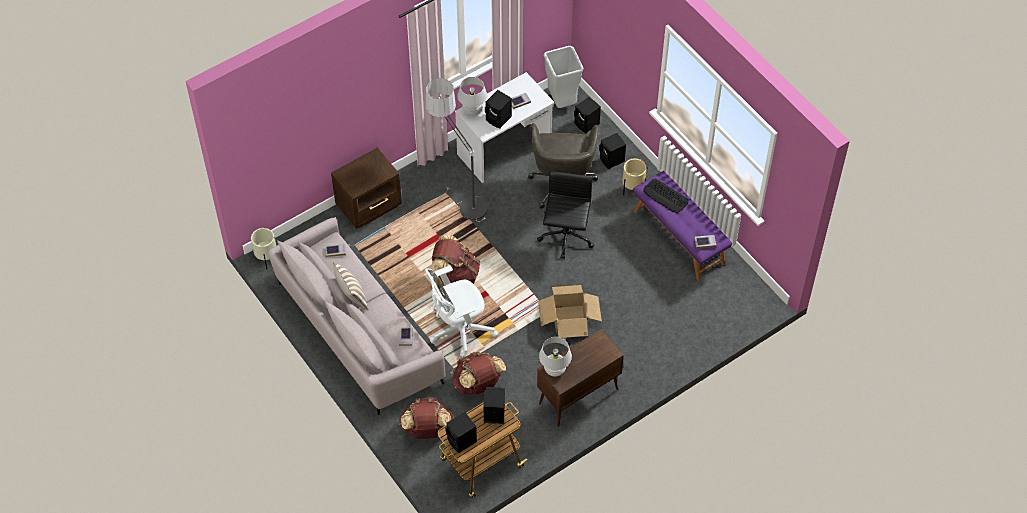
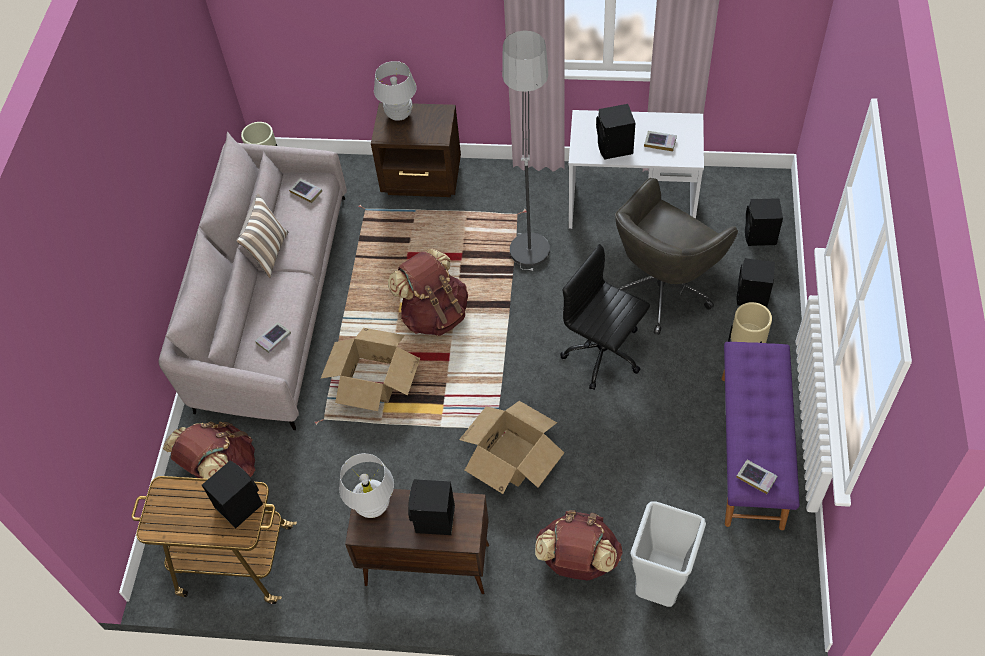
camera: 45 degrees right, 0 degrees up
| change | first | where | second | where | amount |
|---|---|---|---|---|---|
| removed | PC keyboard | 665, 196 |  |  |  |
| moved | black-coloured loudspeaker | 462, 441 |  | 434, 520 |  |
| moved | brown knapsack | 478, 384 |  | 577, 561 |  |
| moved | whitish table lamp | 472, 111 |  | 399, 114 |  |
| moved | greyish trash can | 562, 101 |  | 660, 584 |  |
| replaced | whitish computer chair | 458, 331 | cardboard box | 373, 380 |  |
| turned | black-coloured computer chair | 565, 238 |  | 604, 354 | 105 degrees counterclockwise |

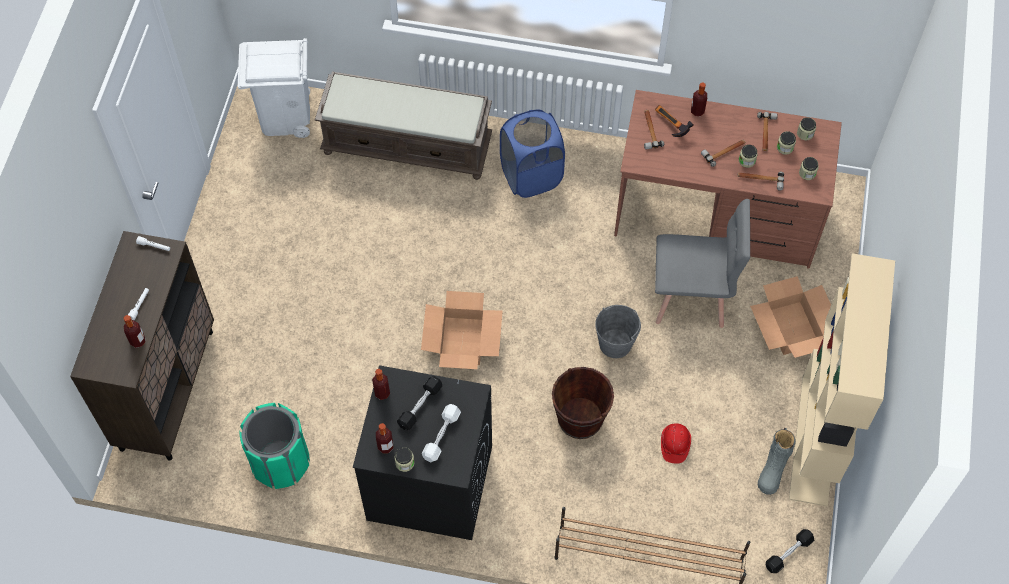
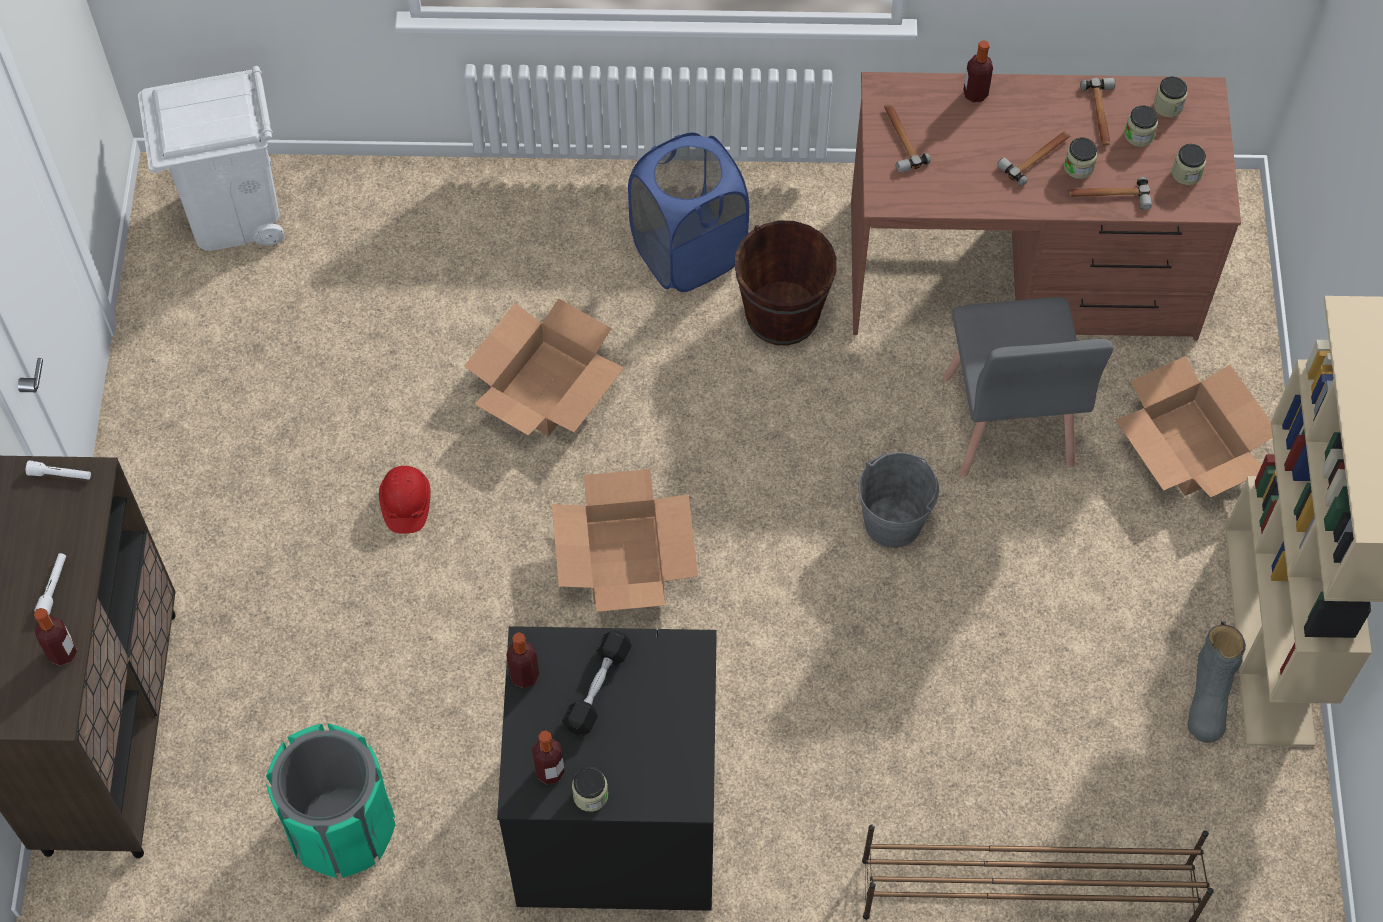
camera: 10 degrees left, 0 degrees up
| change | first | where | second | where | amount |
|---|---|---|---|---|---|
| removed | brown indoor bench | 408, 145 |  |  |  |
| removed | whitish dumbbell | 441, 436 |  |  |  |
| removed | tool hammer | 669, 126 |  |  |  |
| removed | black-coloured dumbbell | 788, 553 |  |  |  |
| added |  |  | cardboard box | 546, 388 |  |
| moved | brown bucket | 580, 419 |  | 782, 315 |  |
| moved | red hard hat | 674, 445 |  | 406, 504 |  |
| turned | greyish chair | 691, 297 |  | 1007, 421 | 90 degrees clockwise |

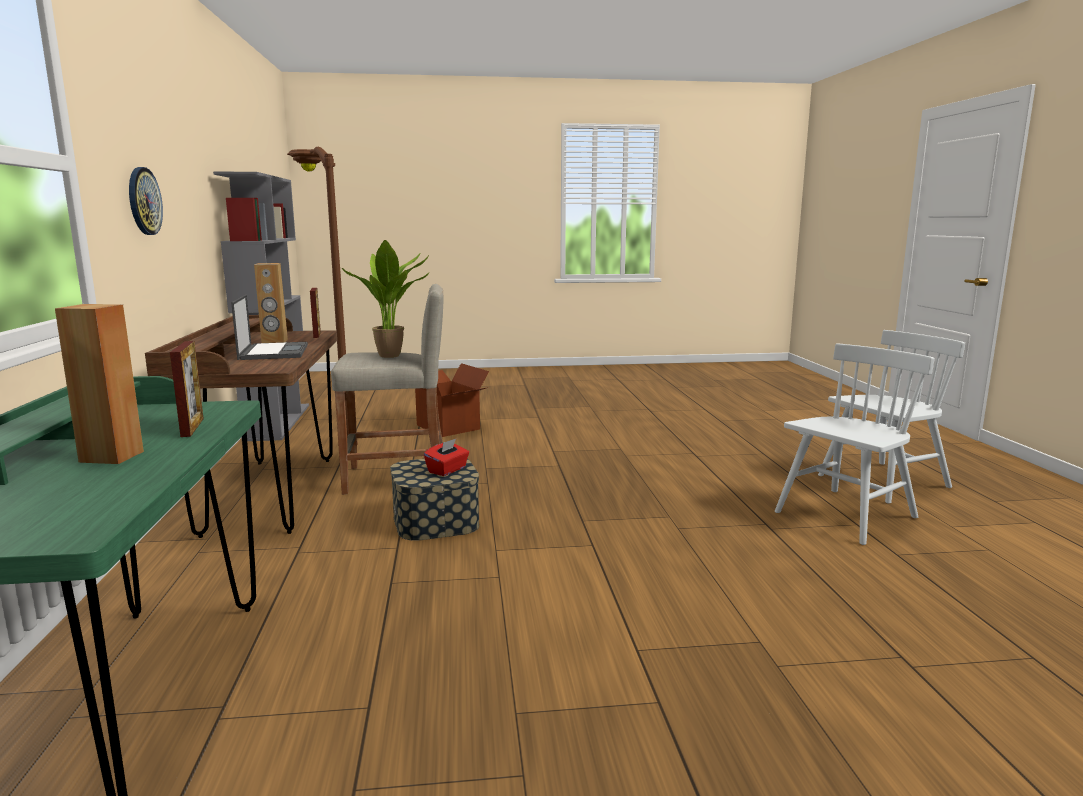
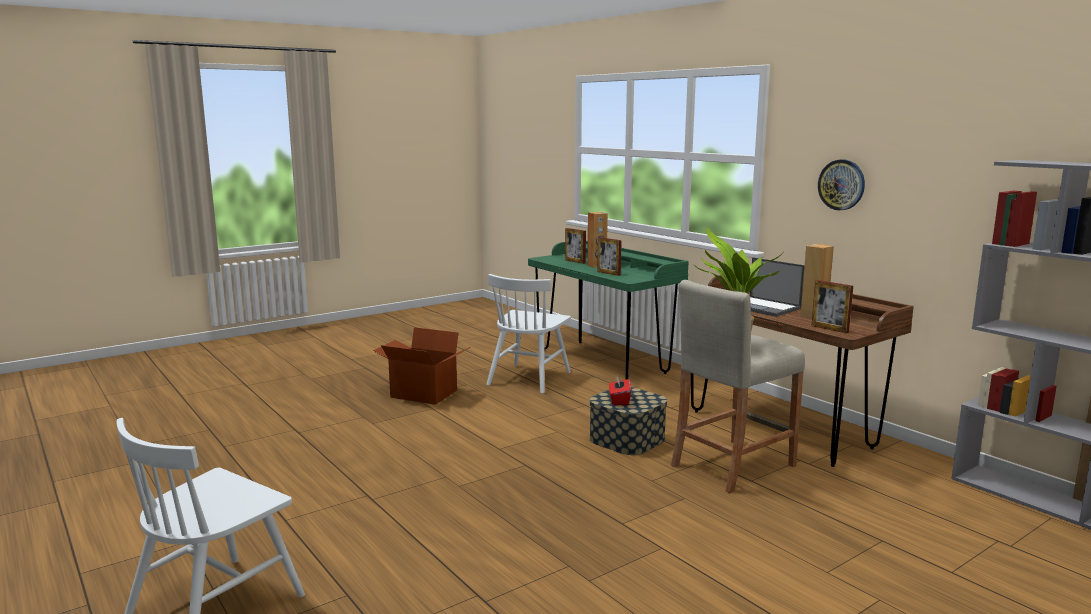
camera: 150 degrees right, 0 degrees up
| change | first | where | second | where | amount |
|---|---|---|---|---|---|
| removed | brown floor lamp | 333, 430 |  |  |  |
| added |  |  | picture frame | 575, 261 |  |
| moved | cardboard box | 449, 427 |  | 423, 394 |  |
| moved | whitish chair | 846, 515 |  | 529, 378 |  |

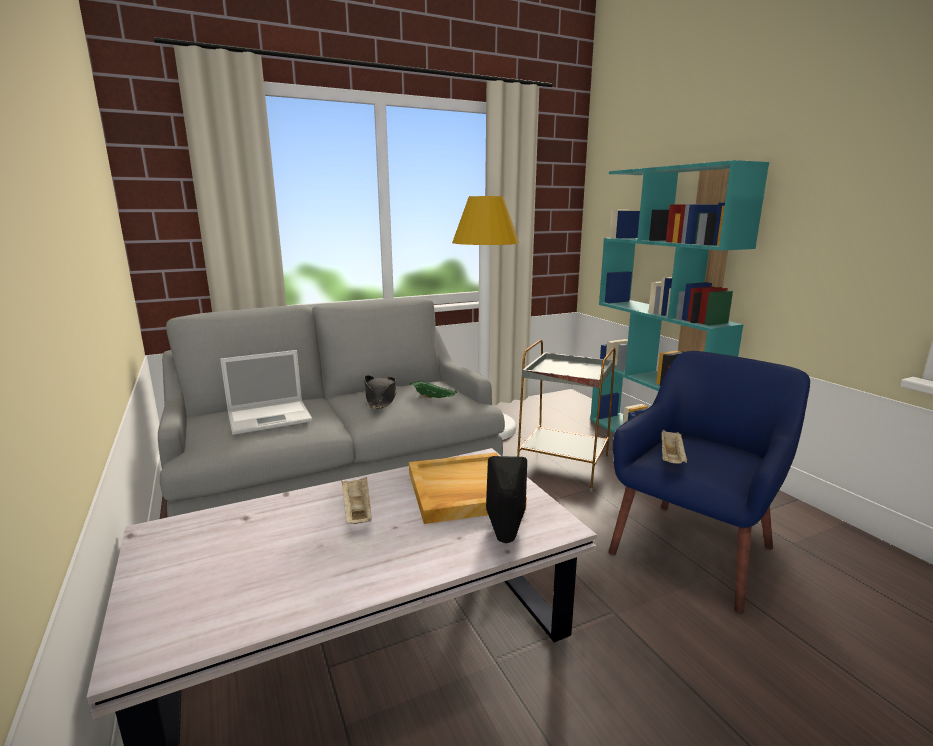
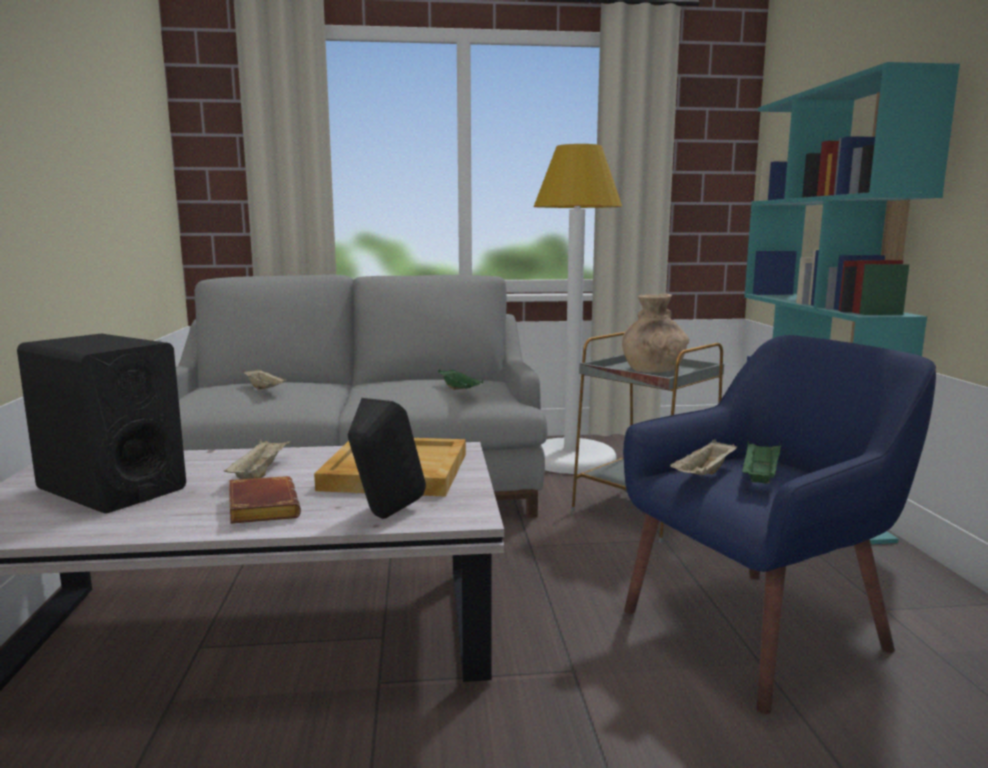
camera: 20 degrees right, 5 degrees down
| change | first | where | second | where | amount |
|---|---|---|---|---|---|
| removed | black-coloured hat | 380, 399 |  |  |  |
| added |  |  | black-coloured loudspeaker | 111, 489 |  |
| added |  |  | brown bound book | 260, 507 |  |
| added |  |  | brown vase | 652, 370 |  |
| added |  |  | green-coloured carrying tray | 759, 476 |  |
| replaced | laptop | 271, 417 | beige carrying tray | 265, 389 |  |

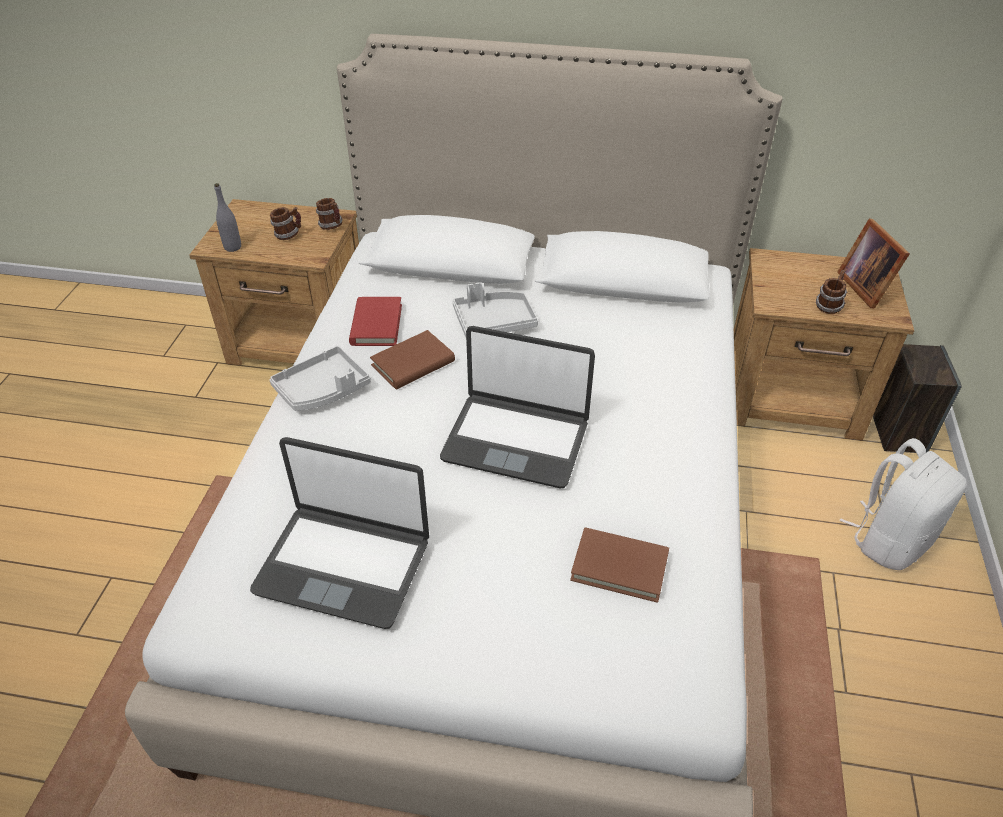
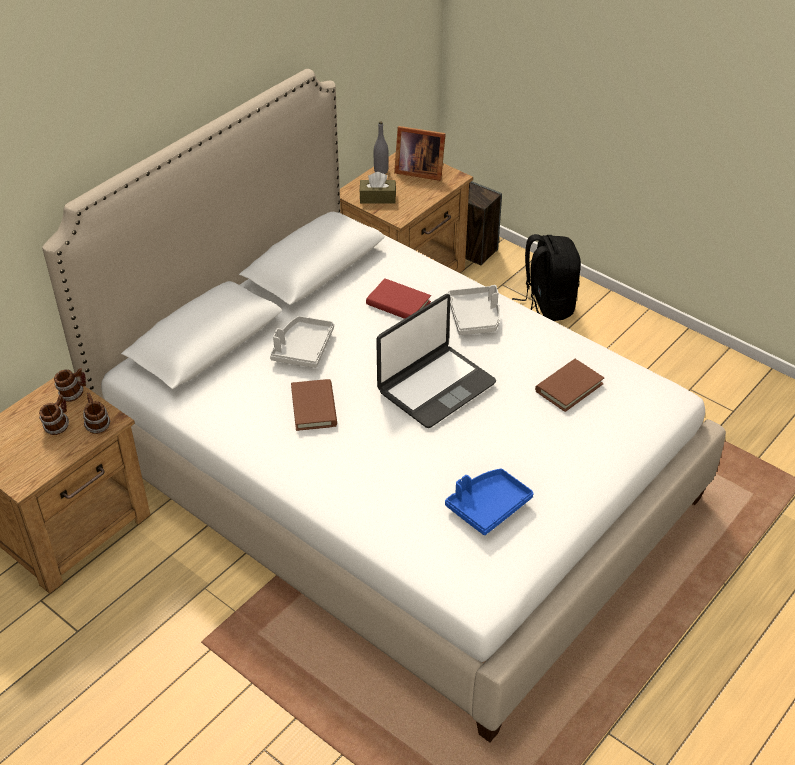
camera: 60 degrees left, 0 degrees up
| change | first | where | second | where | amount |
|---|---|---|---|---|---|
| added |  |  | brown tissue holder | 377, 198 |  |
| moved | greyish beverage bottle | 233, 247 |  | 381, 171 |  |
| moved | greyish carrying tray | 323, 389 |  | 475, 317 |  |
| moved | red bound book | 376, 325 |  | 398, 303 |  |
| moved | tea mug | 828, 306 |  | 97, 425 |  |
| replaced | laptop | 344, 565 | blue-coloured carrying tray | 488, 506 |  |
| recoloured | whitish knapsack | 889, 540 | black-coloured knapsack | 546, 305 |  |

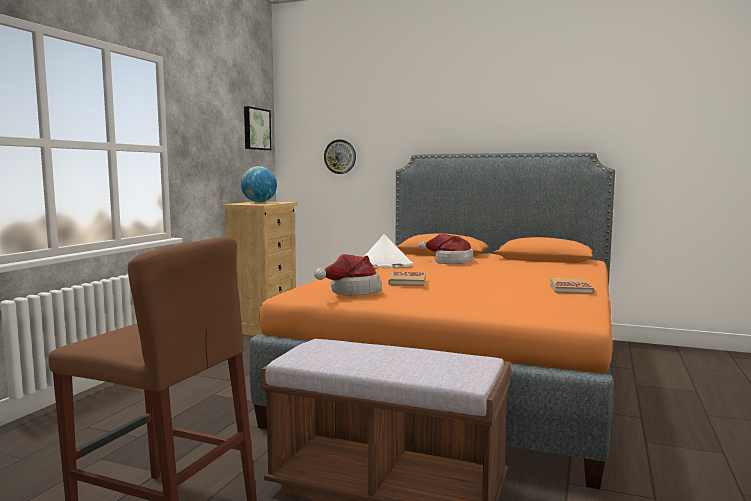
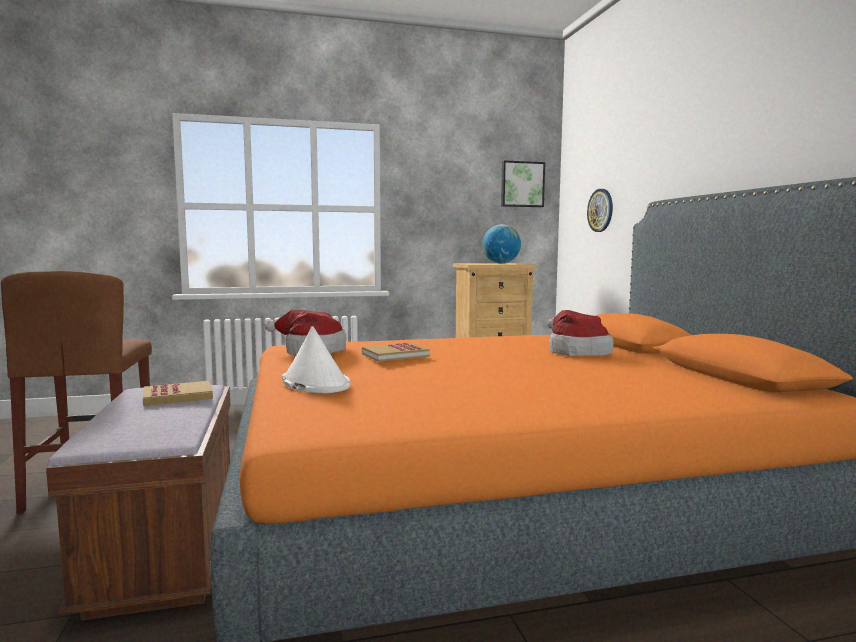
camera: 55 degrees right, 0 degrees up
| change | first | where | second | where | amount |
|---|---|---|---|---|---|
| moved | whitish hat | 384, 265 |  | 314, 383 |  |
| moved | bound book | 570, 289 |  | 178, 396 |  |

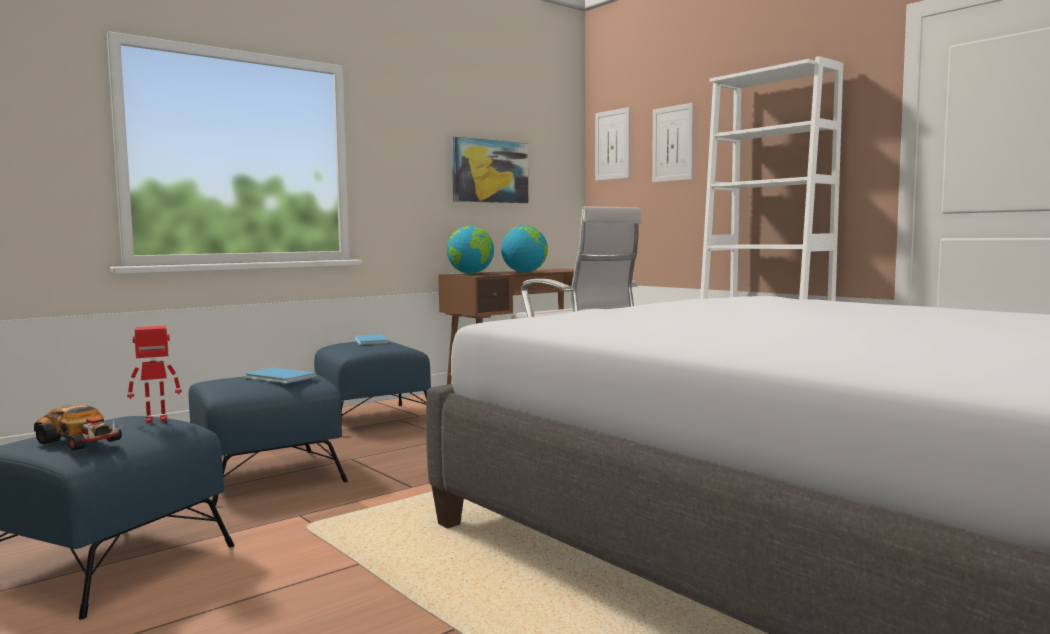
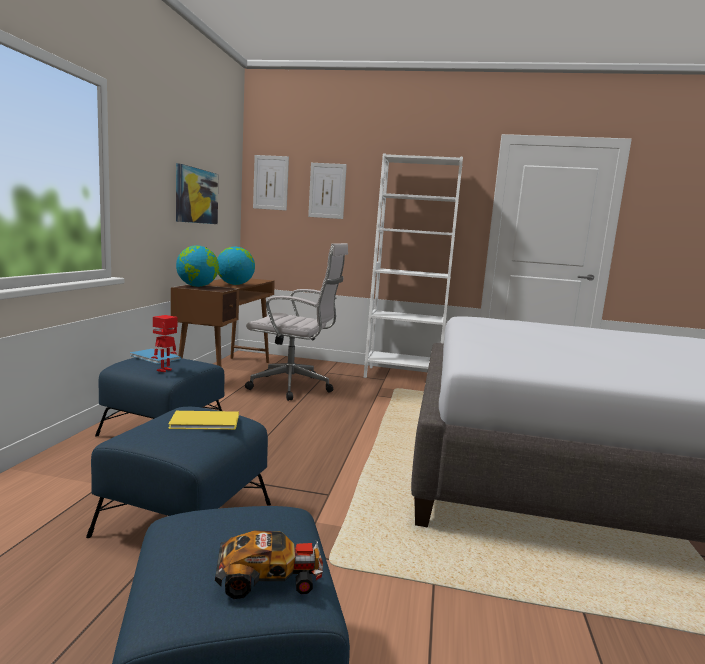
camera: 40 degrees left, 5 degrees up
| change | first | where | second | where | amount |
|---|---|---|---|---|---|
| moved | robot figure | 156, 420 |  | 165, 370 |  |
| recoloured | blue-coloured bound book | 280, 378 | yellowish bound book | 206, 422 |  |

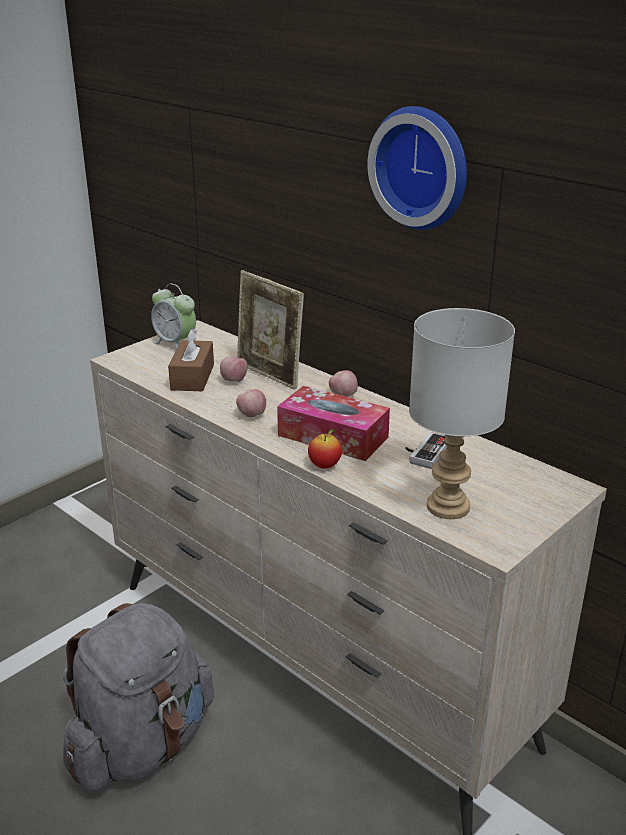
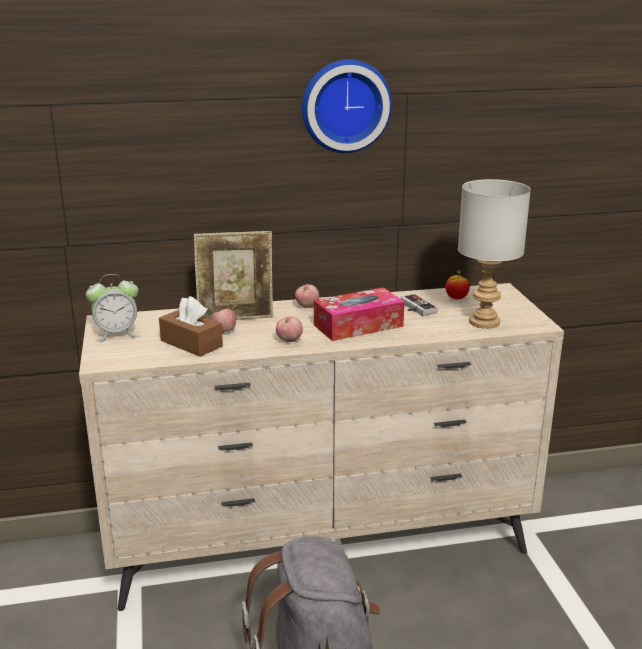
camera: 55 degrees left, 5 degrees down
| change | first | where | second | where | amount |
|---|---|---|---|---|---|
| moved | whole apple | 325, 466 |  | 456, 298 |  |

